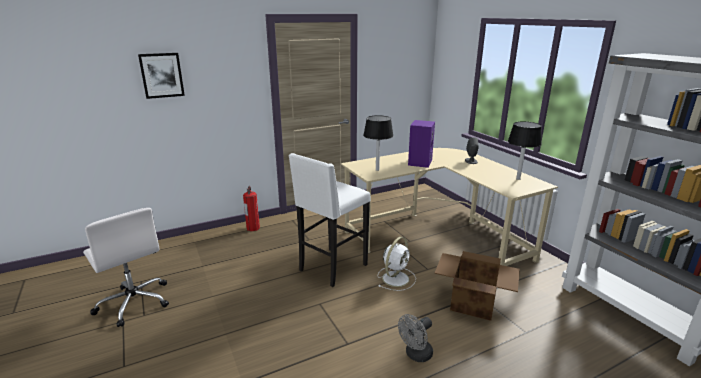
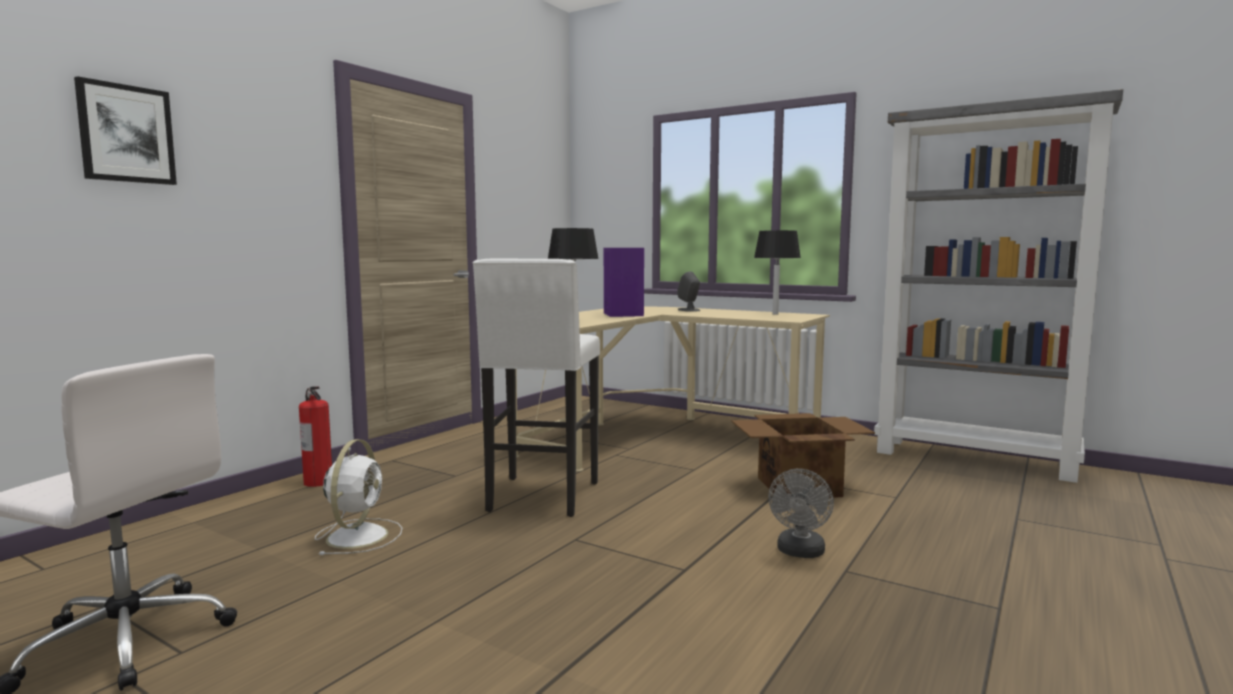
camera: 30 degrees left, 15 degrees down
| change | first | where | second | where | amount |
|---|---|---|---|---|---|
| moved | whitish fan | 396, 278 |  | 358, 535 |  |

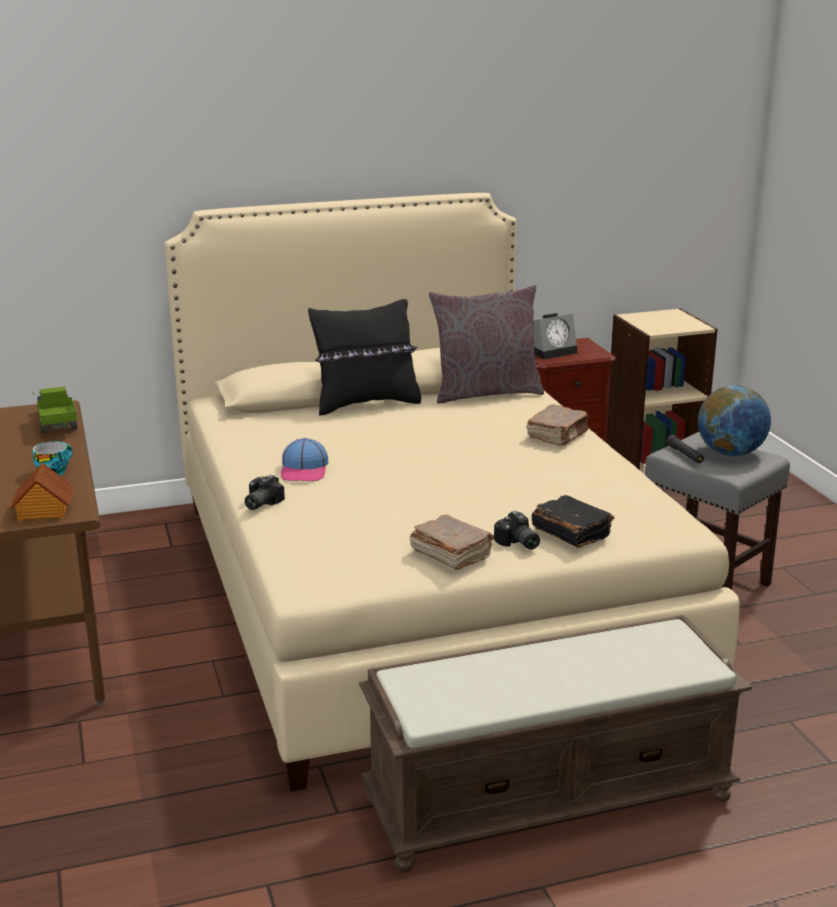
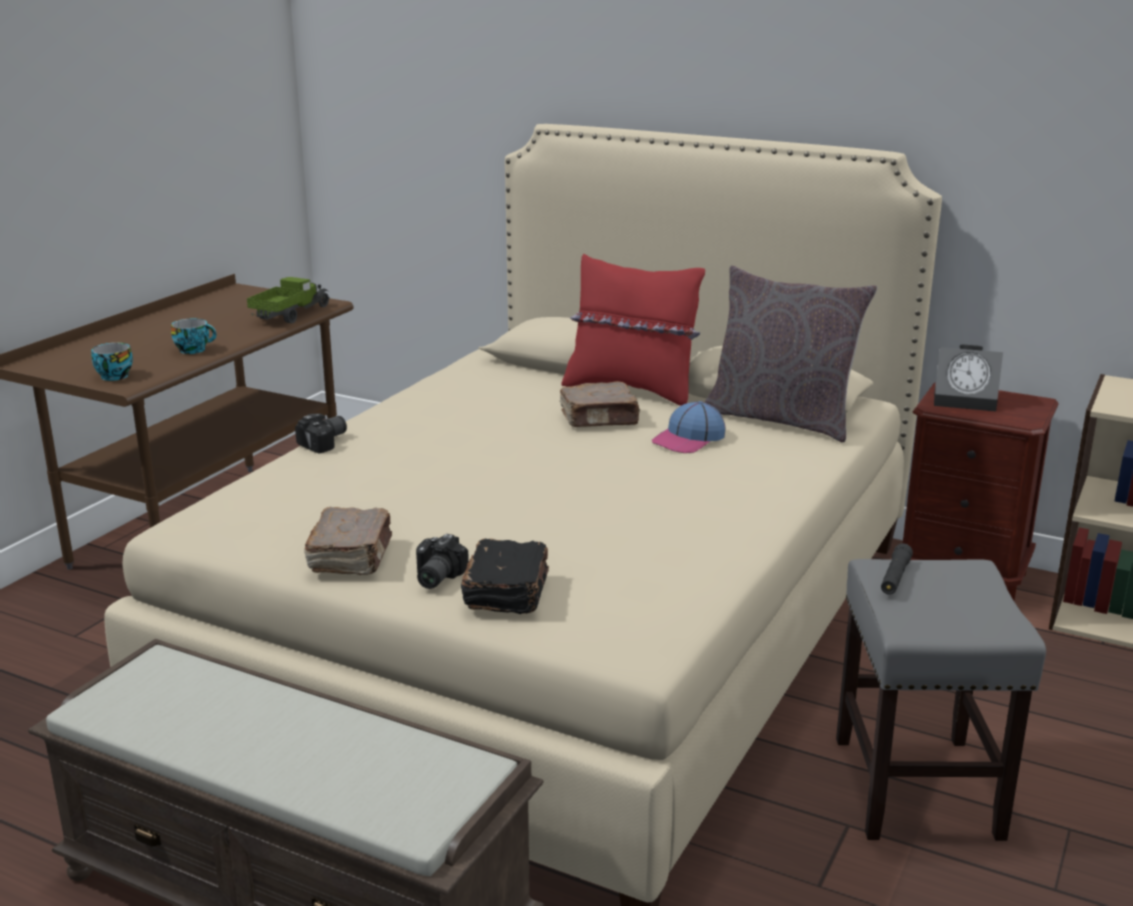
camera: 45 degrees right, 0 degrees up
| change | first | where | second | where | amount |
|---|---|---|---|---|---|
| removed | world globe | 730, 453 |  |  |  |
| moved | baseball cap | 304, 470 |  | 689, 439 |  |
| moved | brown bound book | 558, 436 |  | 600, 419 |  |
| replaced | miniature house | 43, 511 | drinking cup | 113, 376 |  |
| recoloured | black-coloured pillow | 366, 404 | red pillow | 631, 389 |  |
| turned | photo camera | 259, 503 |  | 326, 442 | 150 degrees clockwise |

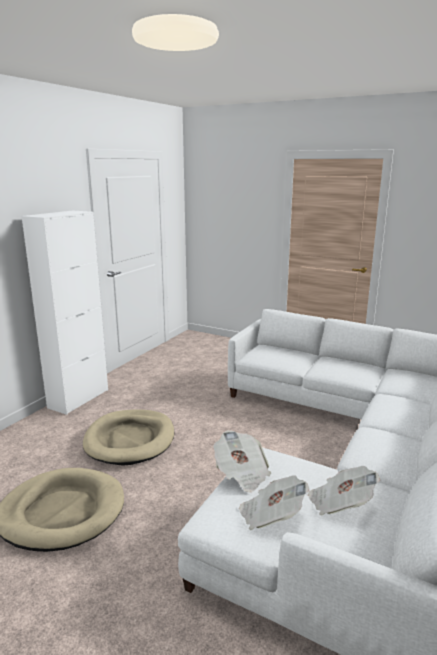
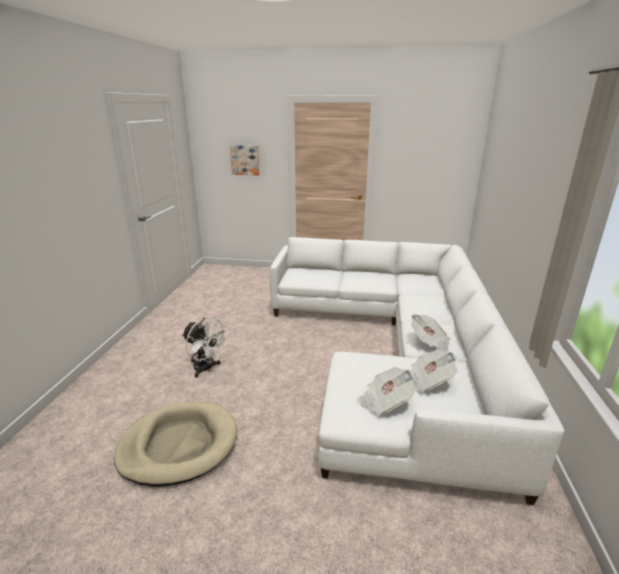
camera: 20 degrees left, 5 degrees up
| change | first | where | second | where | amount |
|---|---|---|---|---|---|
| removed | whitish storage cabinet | 78, 399 |  |  |  |
| added |  |  | picture | 245, 160 |  |
| moved | newspaper | 242, 473 |  | 429, 342 |  |
| replaced | beige dog bed | 130, 440 | whitish fan | 206, 369 |  |

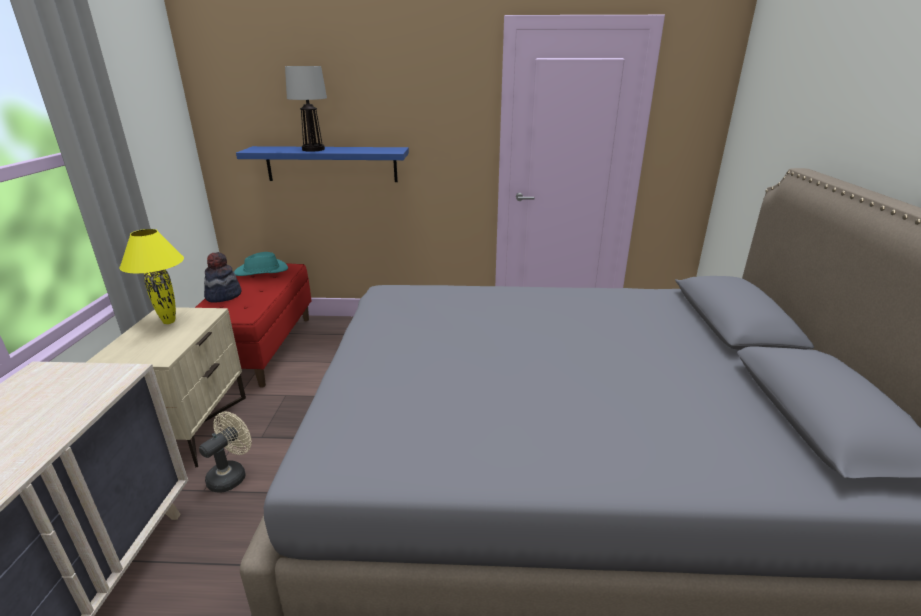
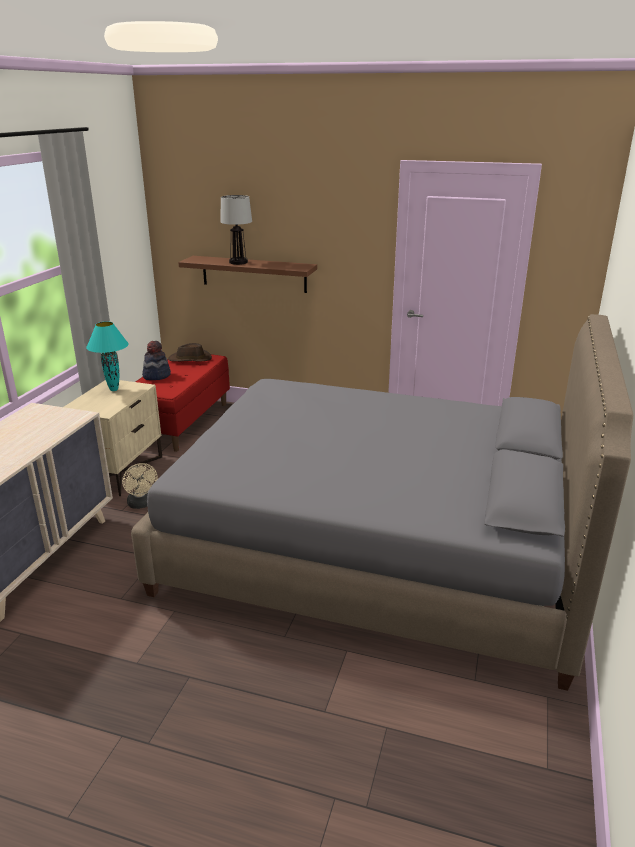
camera: 15 degrees right, 0 degrees up
| change | first | where | second | where | amount |
|---|---|---|---|---|---|
| recoloured | yellowish table lamp | 168, 322 | turquoise-coloured table lamp | 113, 389 |  |
| recoloured | turquoise-coloured hat | 262, 271 | brown hat | 190, 359 |  |
| recoloured | blue-coloured shelf | 331, 164 | brown shelf | 254, 274 |  |
| turned | beige fan | 232, 475 |  | 142, 504 | 105 degrees clockwise |

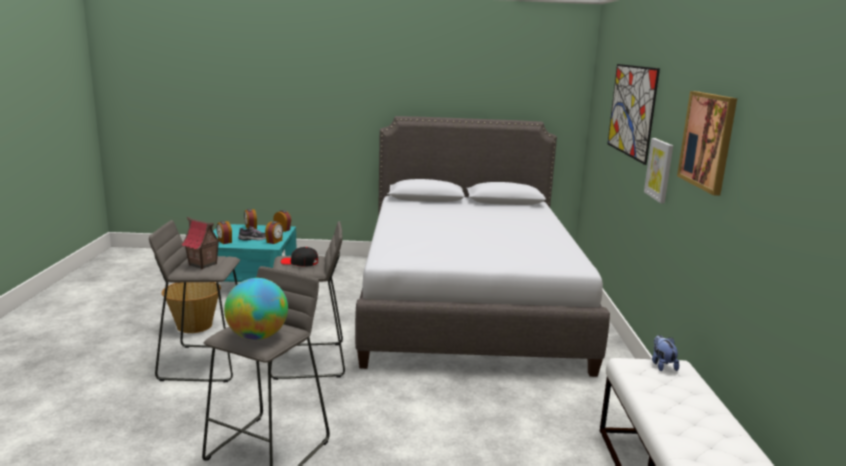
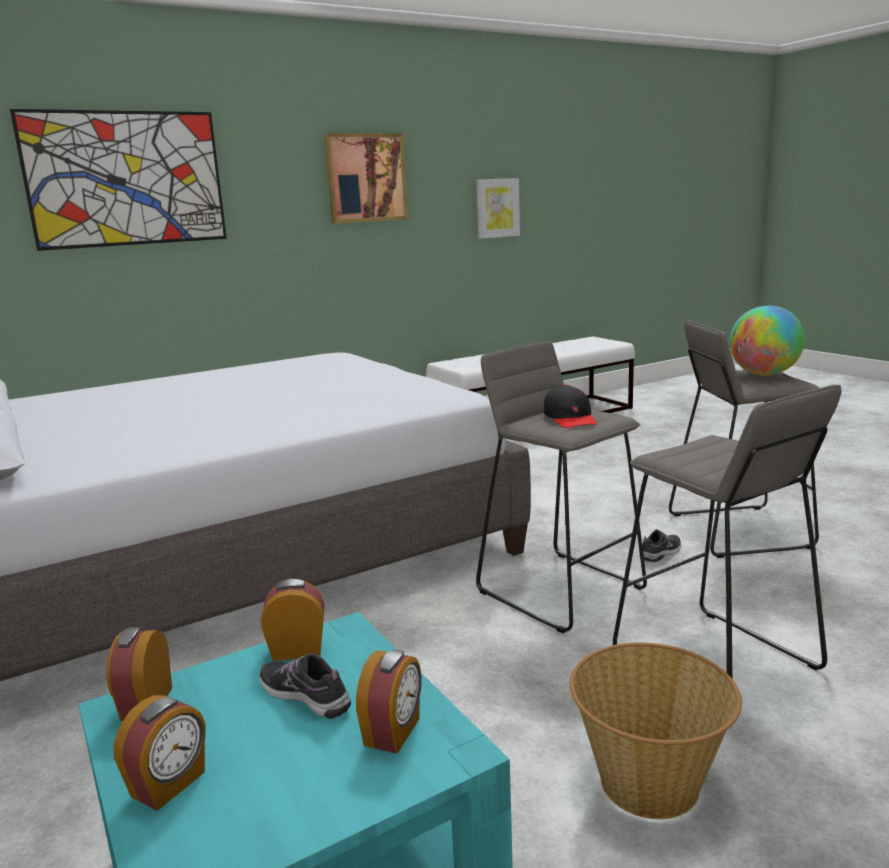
camera: 120 degrees left, 0 degrees up
| change | first | where | second | where | amount |
|---|---|---|---|---|---|
| removed | miniature house | 202, 264 |  |  |  |
| removed | cuddly toy | 662, 365 |  |  |  |
| added |  |  | shoe | 661, 553 |  |
| moved | picture | 659, 170 |  | 497, 208 |  |

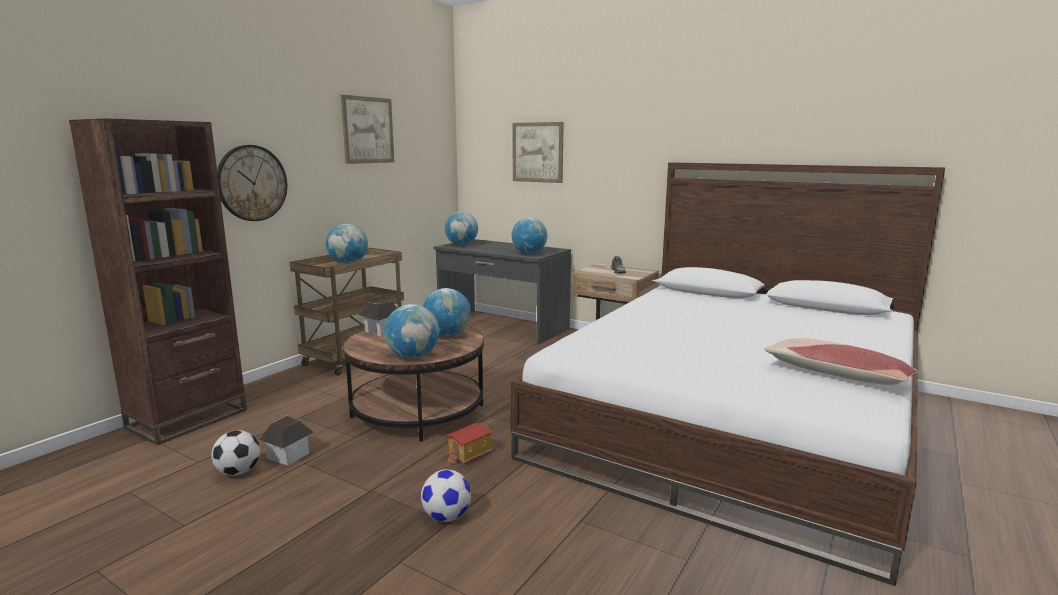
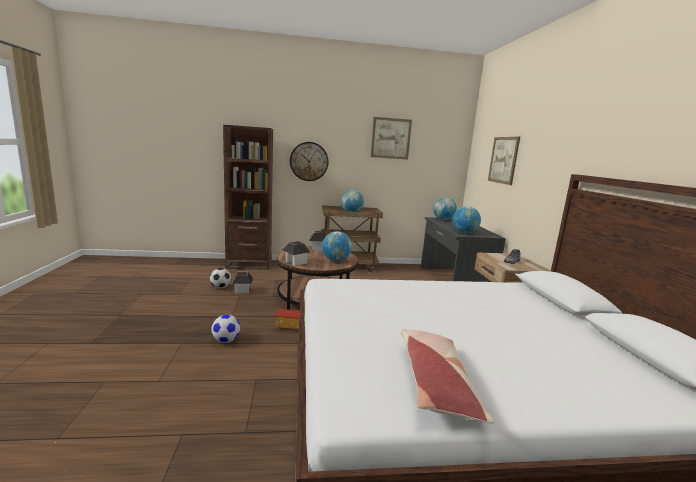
camera: 50 degrees right, 0 degrees up
| change | first | where | second | where | amount |
|---|---|---|---|---|---|
| replaced | world globe | 413, 356 | miniature house | 296, 262 |  |

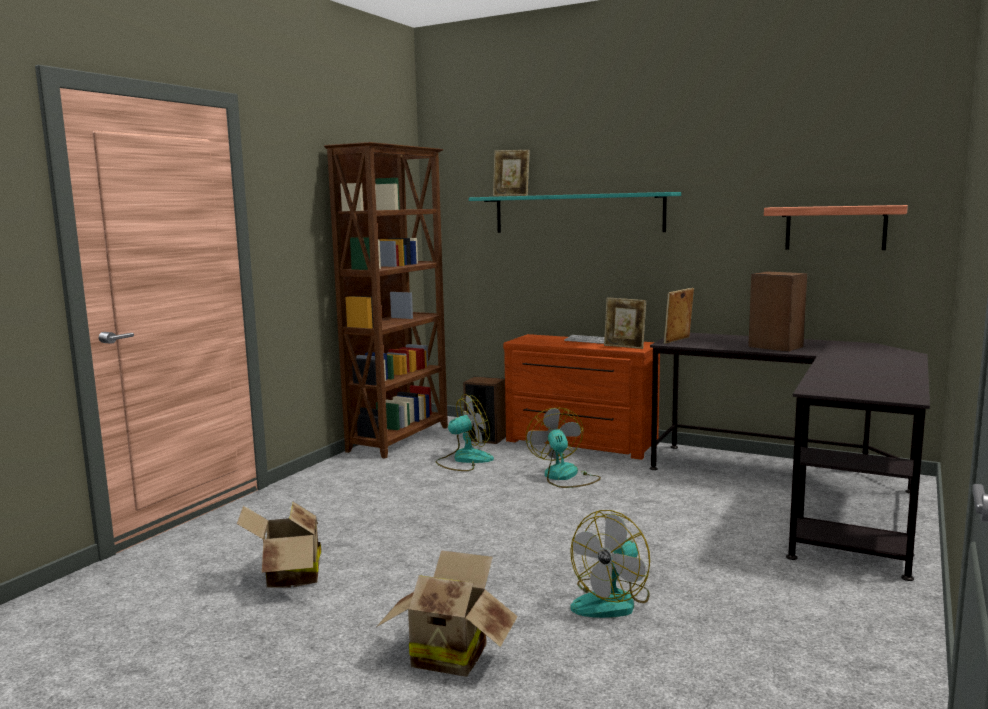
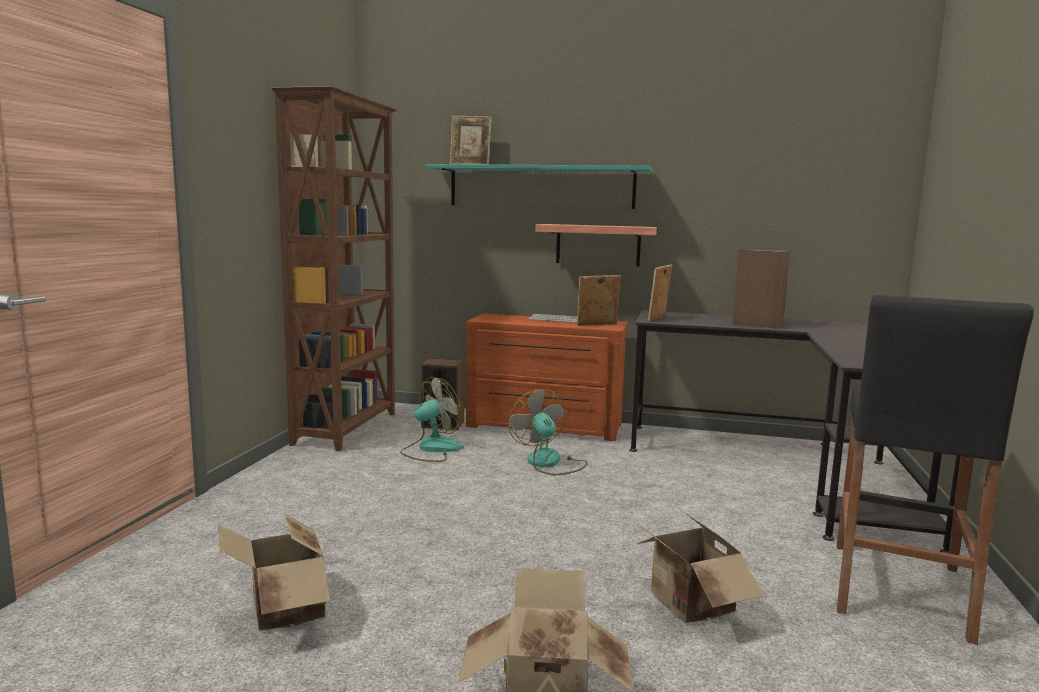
camera: 15 degrees left, 0 degrees up
| change | first | where | second | where | amount |
|---|---|---|---|---|---|
| added |  |  | black-coloured sitting stool | 898, 589 |  |
| moved | shelf | 835, 228 |  | 598, 245 |  |
| replaced | fan | 612, 601 | cardboard box | 687, 607 |  |
| turned | picture frame | 624, 347 |  | 597, 325 | 150 degrees clockwise |

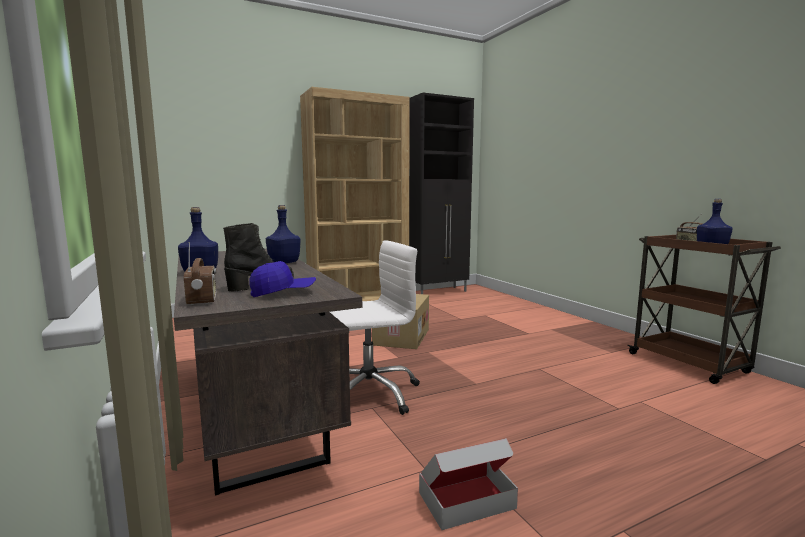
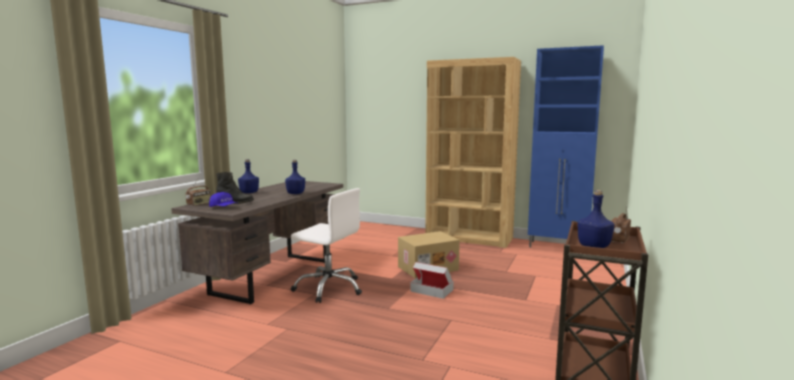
camera: 50 degrees right, 0 degrees up
| change | first | where | second | where | amount |
|---|---|---|---|---|---|
| moved | cardboard box | 467, 500 |  | 432, 291 |  |
| recoloured | black-coloured storage cabinet | 439, 292 | blue-coloured storage cabinet | 558, 247 |  |

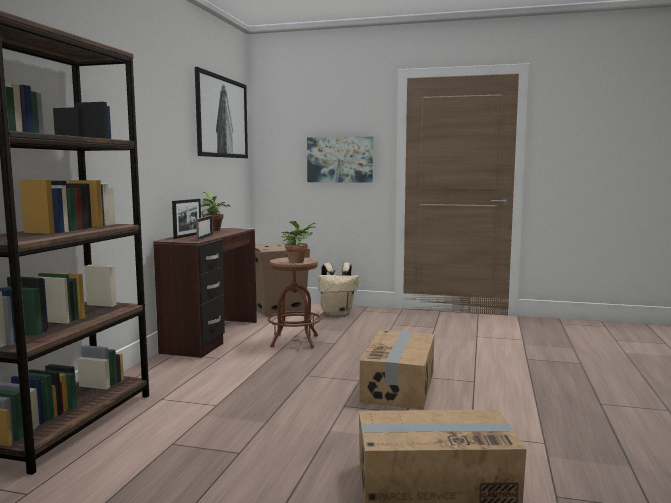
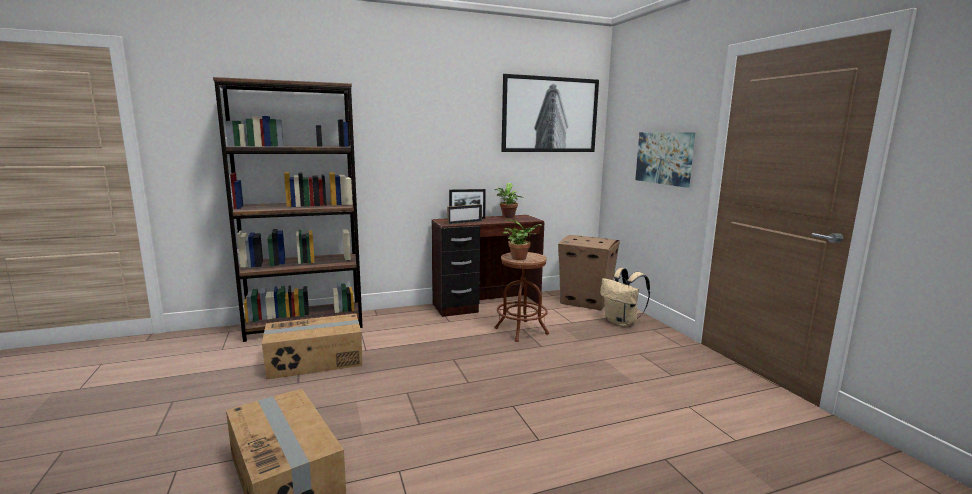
camera: 55 degrees right, 5 degrees up
| change | first | where | second | where | amount |
|---|---|---|---|---|---|
| moved | cardboard box | 400, 386 |  | 315, 361 |  |

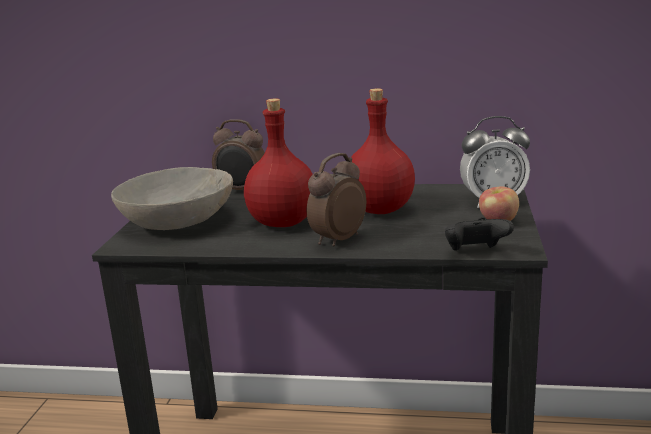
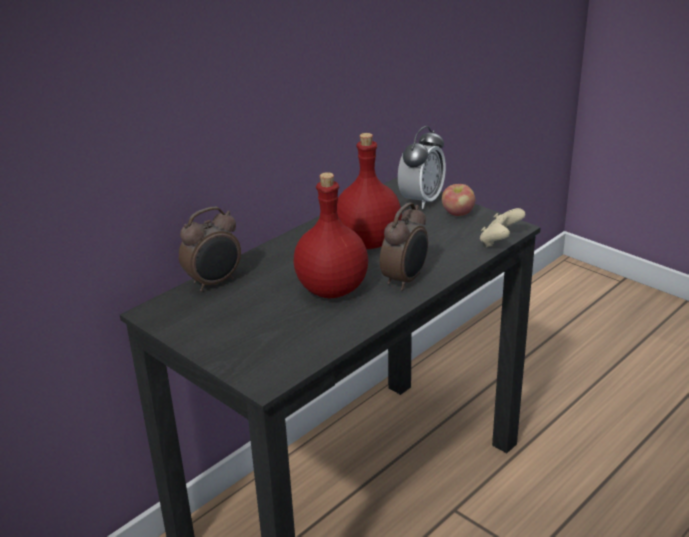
camera: 55 degrees left, 10 degrees up
| change | first | where | second | where | amount |
|---|---|---|---|---|---|
| removed | greyish serving bowl | 177, 220 |  |  |  |
| recoloured | black-coloured joypad | 475, 252 | beige joypad | 499, 242 |  |
| turned | alarm clock | 337, 240 |  | 405, 280 | 135 degrees counterclockwise |

